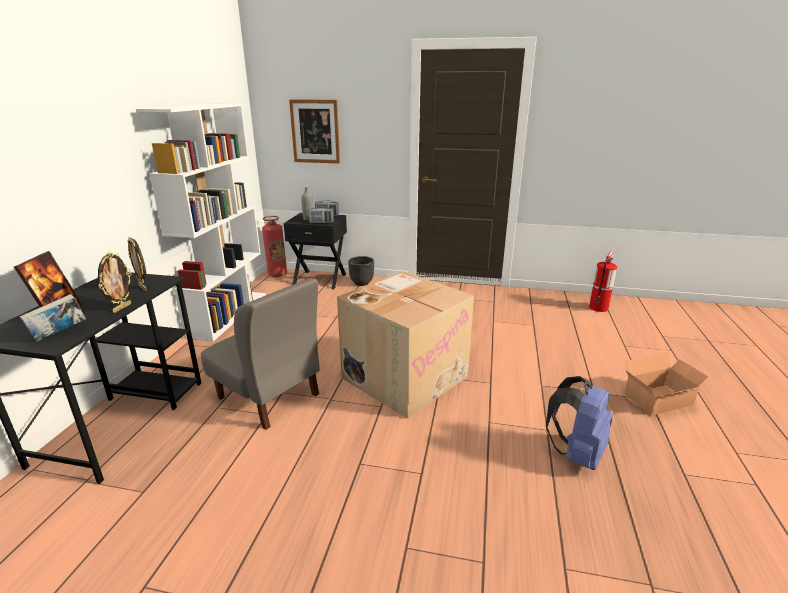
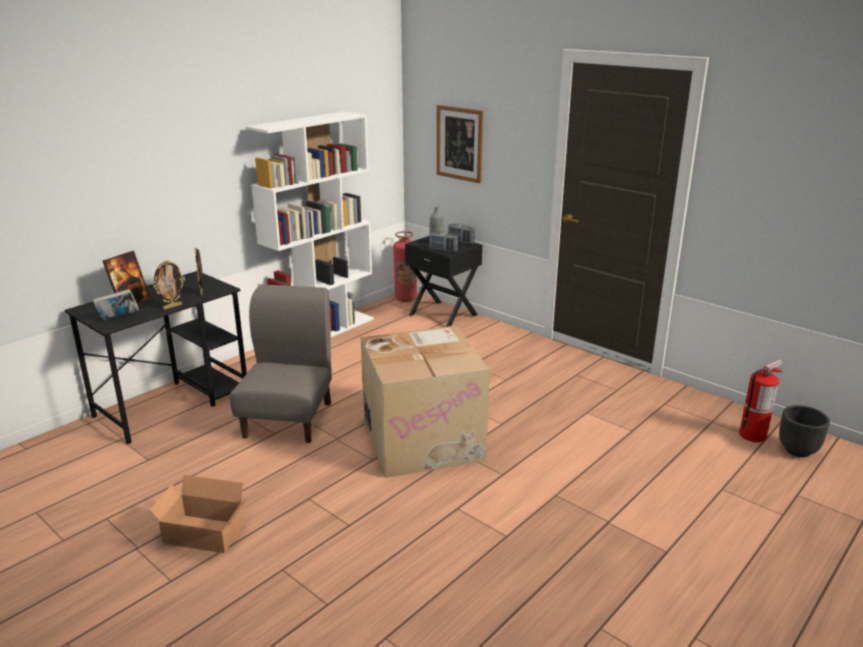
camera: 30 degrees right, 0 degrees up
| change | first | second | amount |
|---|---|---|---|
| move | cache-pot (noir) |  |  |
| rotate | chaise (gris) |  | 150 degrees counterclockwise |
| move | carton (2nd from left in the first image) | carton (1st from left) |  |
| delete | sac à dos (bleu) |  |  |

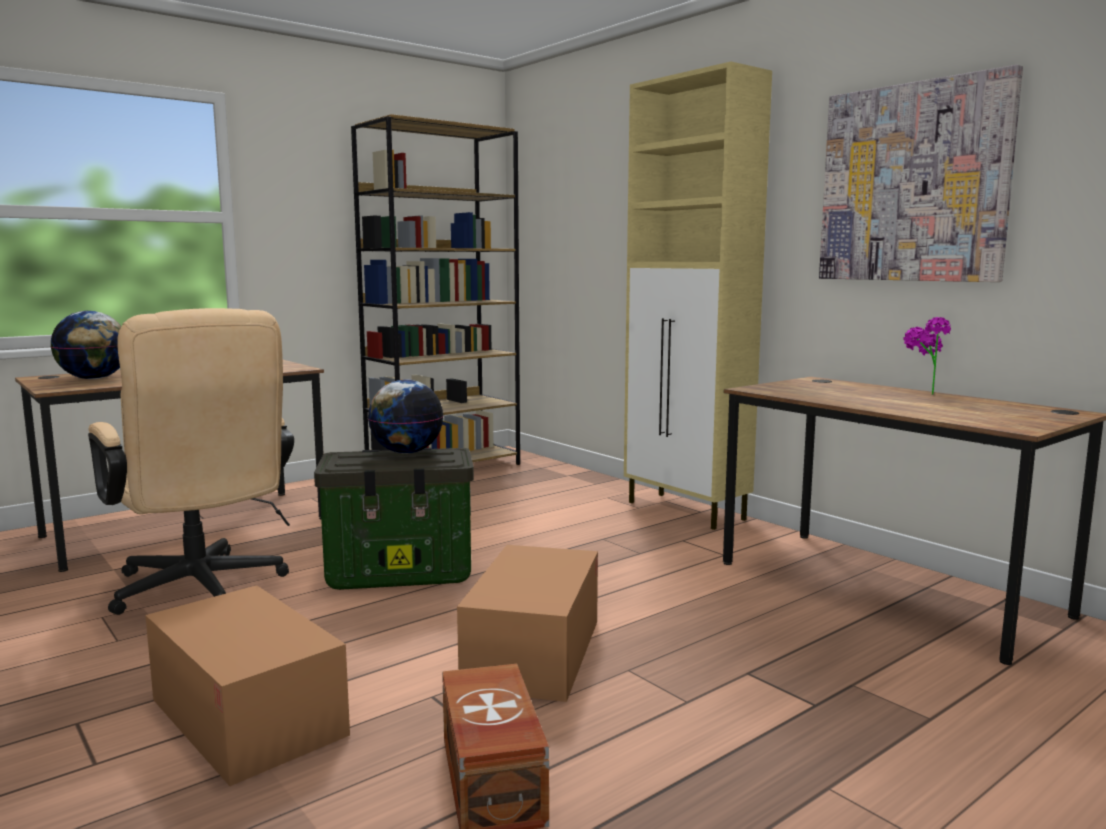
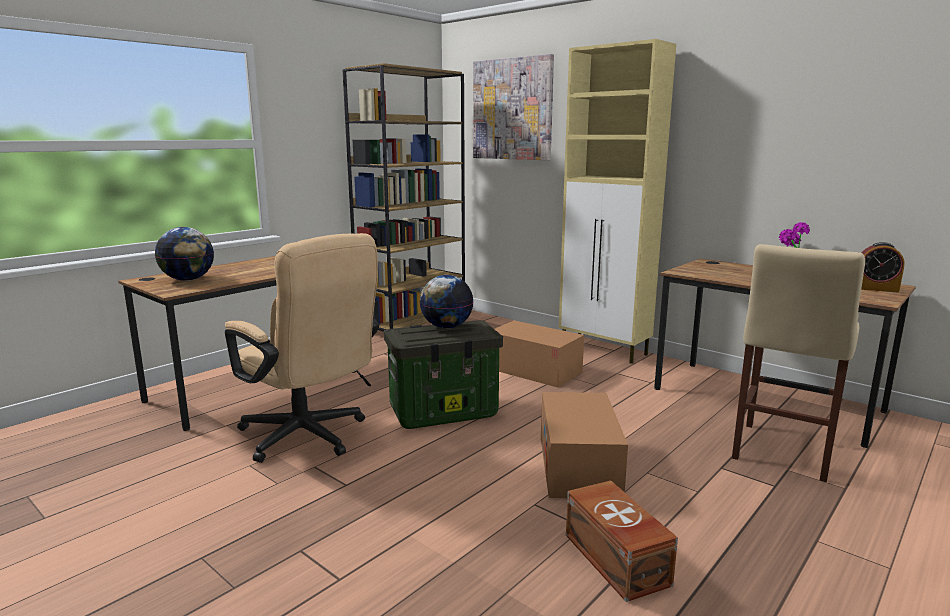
camera: 10 degrees left, 5 degrees up
| change | first | second | amount |
|---|---|---|---|
| move | tableau |  |  |
| move | carton (1st from left) |  |  |
| insert |  | réveil |  |
| insert |  | tabouret (beige) |  |

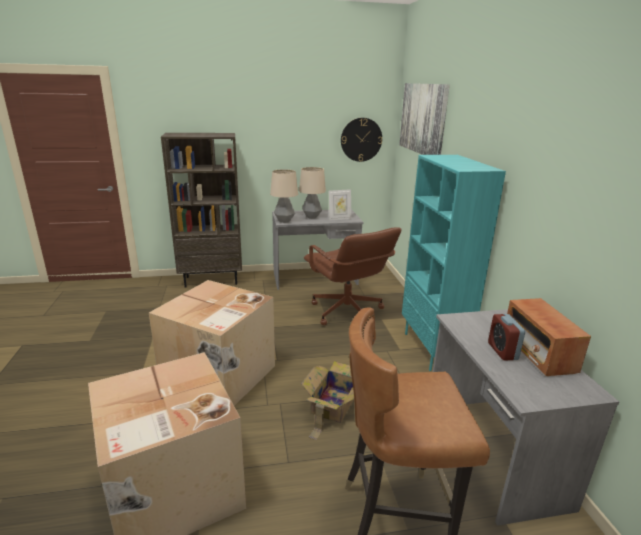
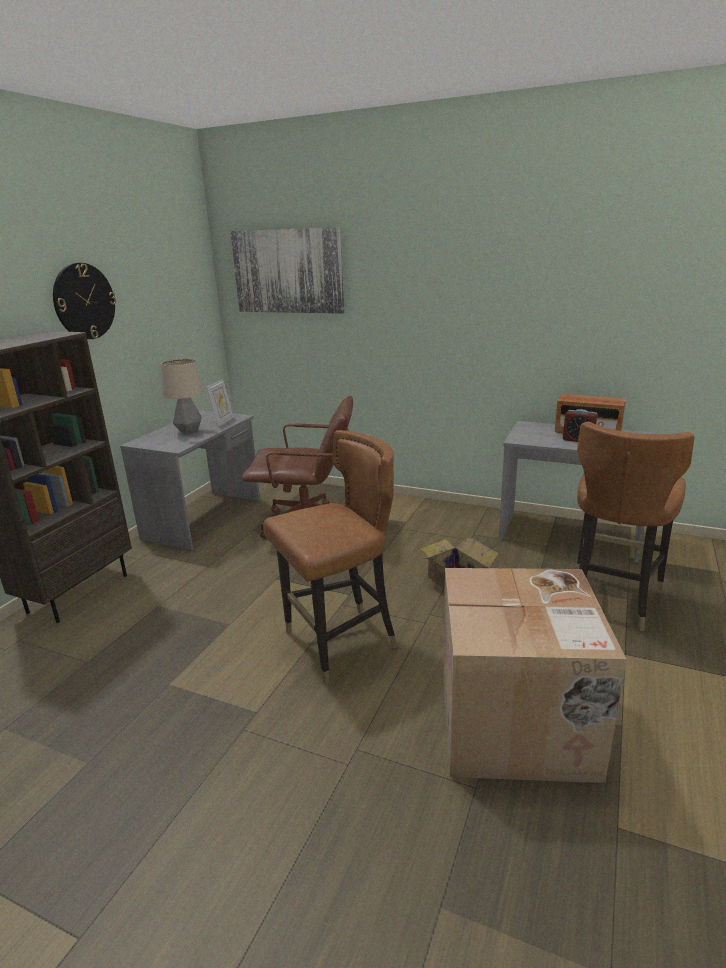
camera: 55 degrees left, 0 degrees up
| change | first | second | amount |
|---|---|---|---|
| move | horloge murale |  |  |
| delete | bibliothèque (turquoise) |  |  |
| delete | lampe de table (1st from left) |  |  |
| replace | carton (2nd from left) | chaise (marron) (1st from left) |  |

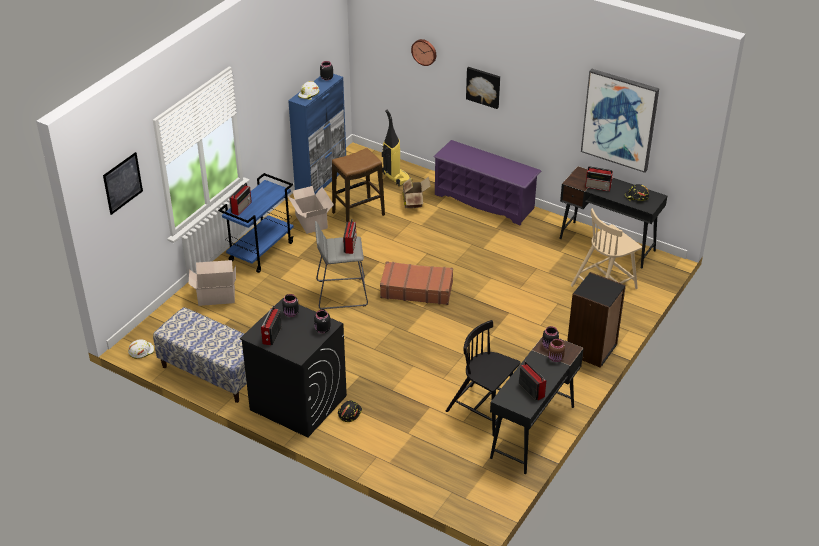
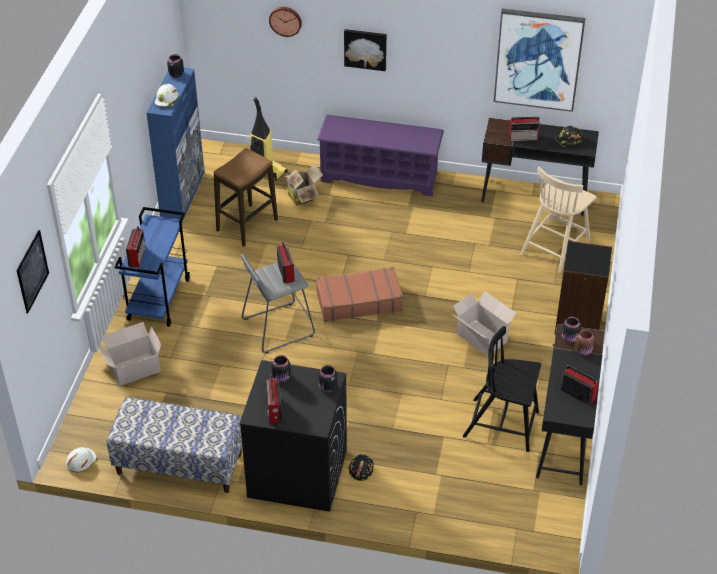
camera: 20 degrees left, 5 degrees up
| change | first | second | amount |
|---|---|---|---|
| move | carton (2nd from left in the first image) | carton (3rd from left) |  |

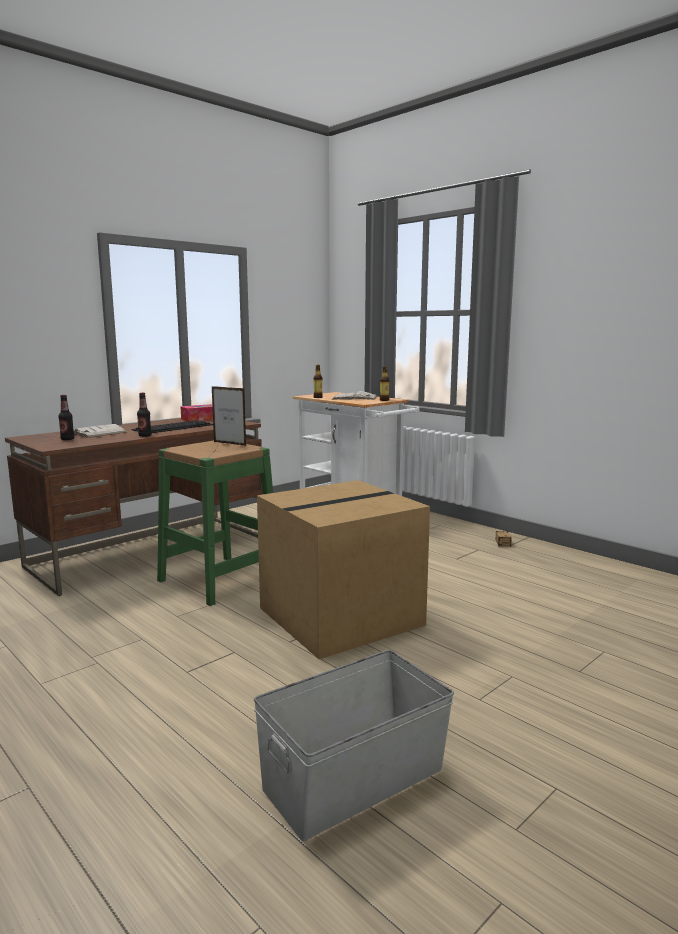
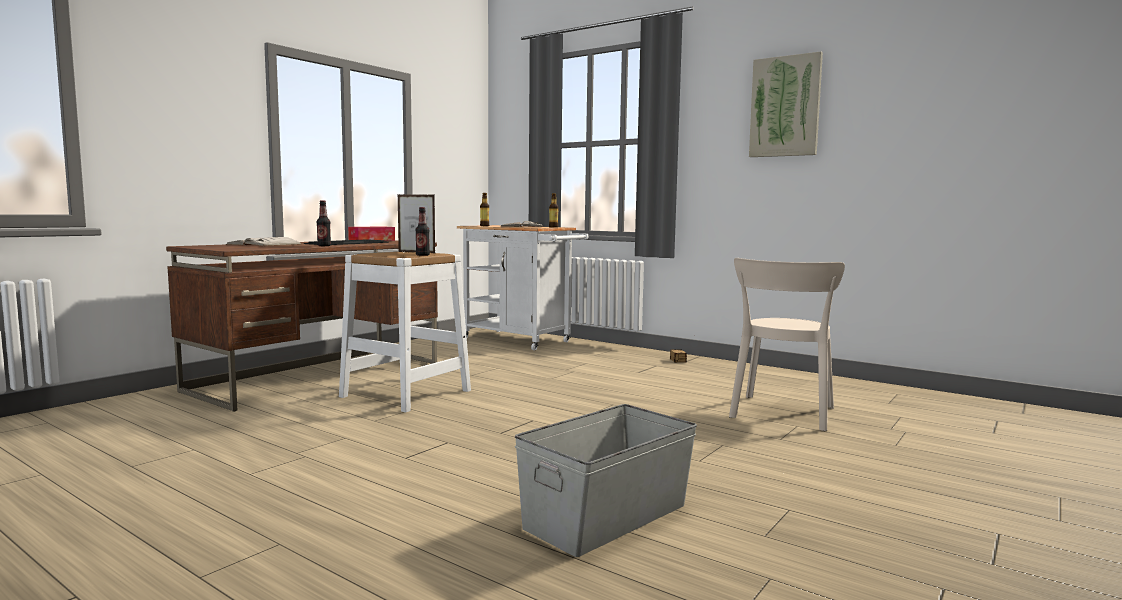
camera: 10 degrees left, 5 degrees down
| change | first | second | amount |
|---|---|---|---|
| move | bouteille (1st from left in the first image) | bouteille (2nd from left) |  |
| recolor | tabouret (vert) | tabouret (blanc) |  |
| delete | carton |  |  |
| insert |  | tableau |  |
| insert |  | chaise (beige) |  |

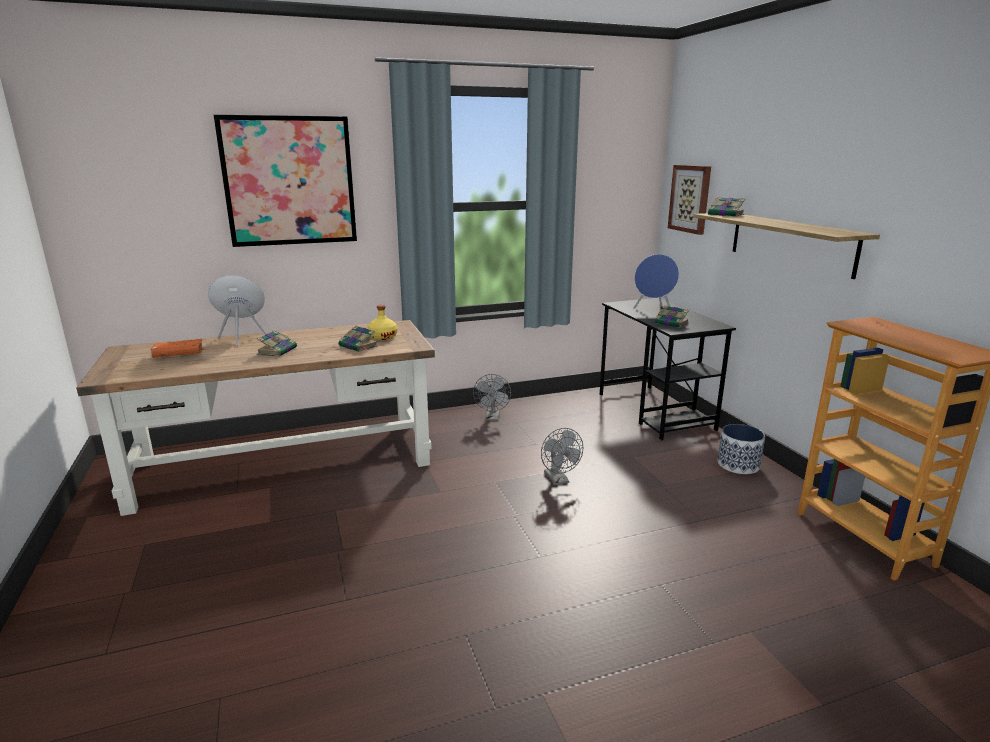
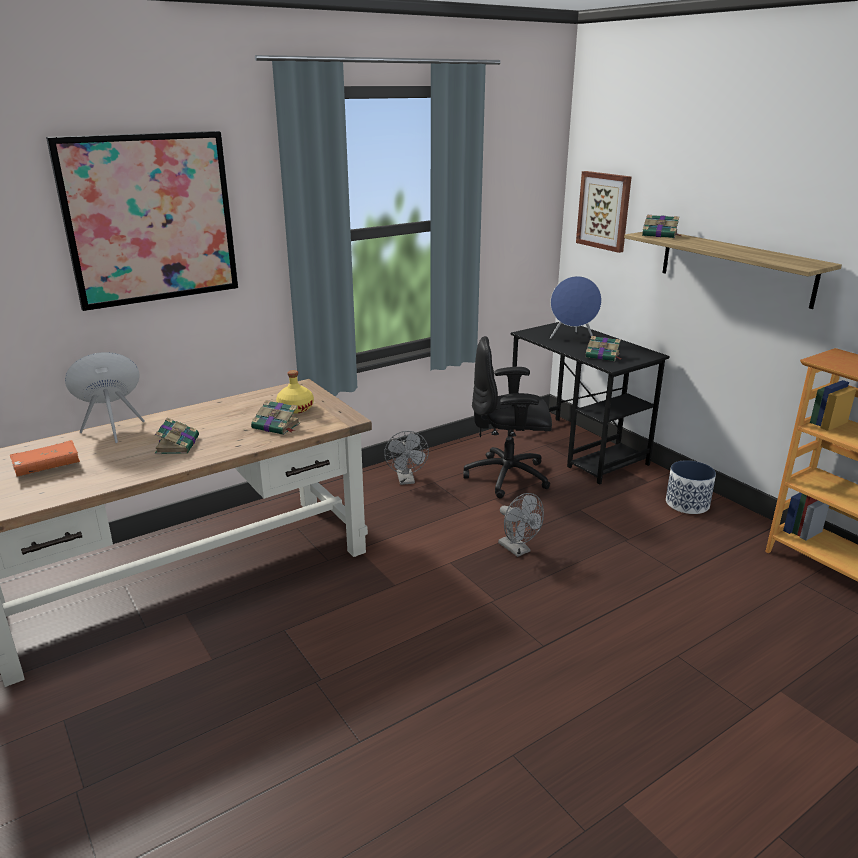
camera: 15 degrees left, 5 degrees up
| change | first | second | amount |
|---|---|---|---|
| insert |  | chaise de bureau (noir) |  |

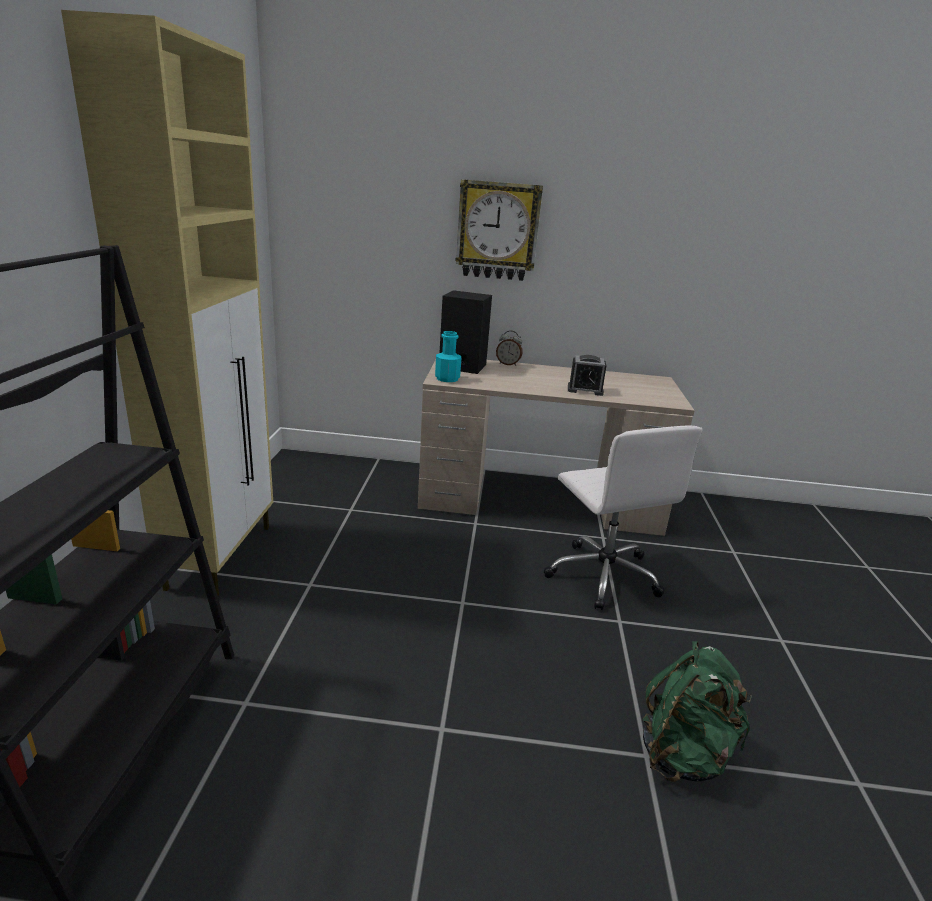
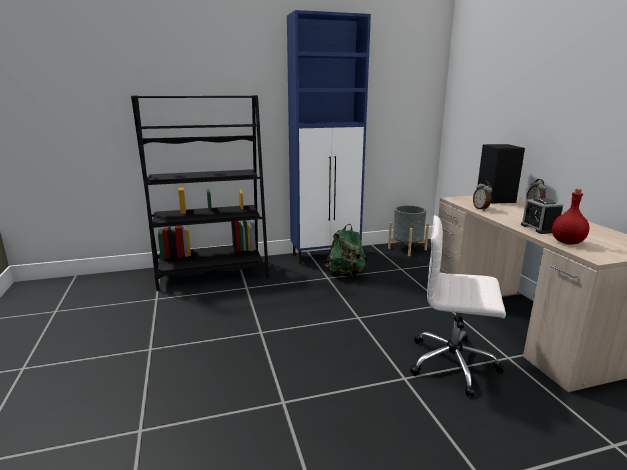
camera: 70 degrees right, 5 degrees down
| change | first | second | amount |
|---|---|---|---|
| recolor | meuble de rangement (beige) | meuble de rangement (bleu) |  |
| delete | horloge murale |  |  |
| delete | bouteille (turquoise) |  |  |
| rotate | chaise de bureau (blanc) |  | 60 degrees clockwise |
| move | sac à dos (vert) |  |  |
| insert |  | réveil (1st from left) |  |
| insert |  | bouteille (rouge) |  |
| insert |  | cache-pot (gris) |  |

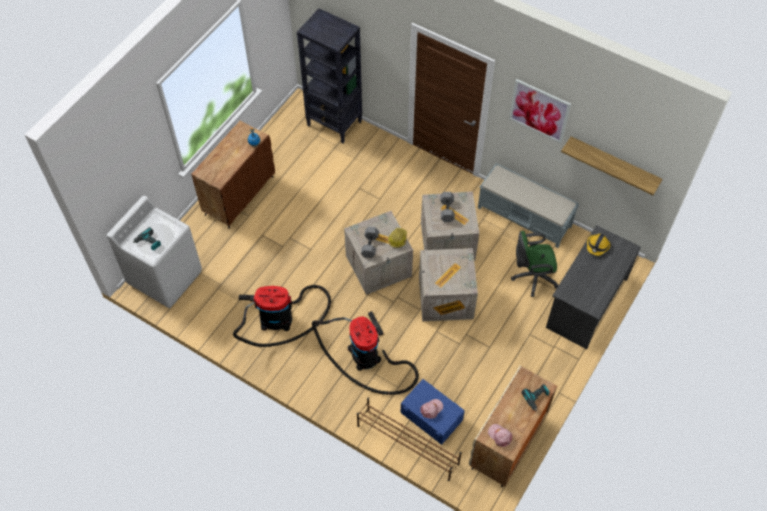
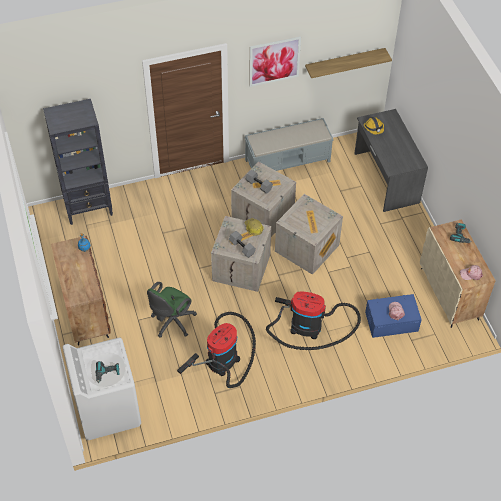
camera: 50 degrees left, 5 degrees down
| change | first | second | amount |
|---|---|---|---|
| move | chaise de bureau (vert) |  |  |
| delete | étagère à chaussures (marron) |  |  |

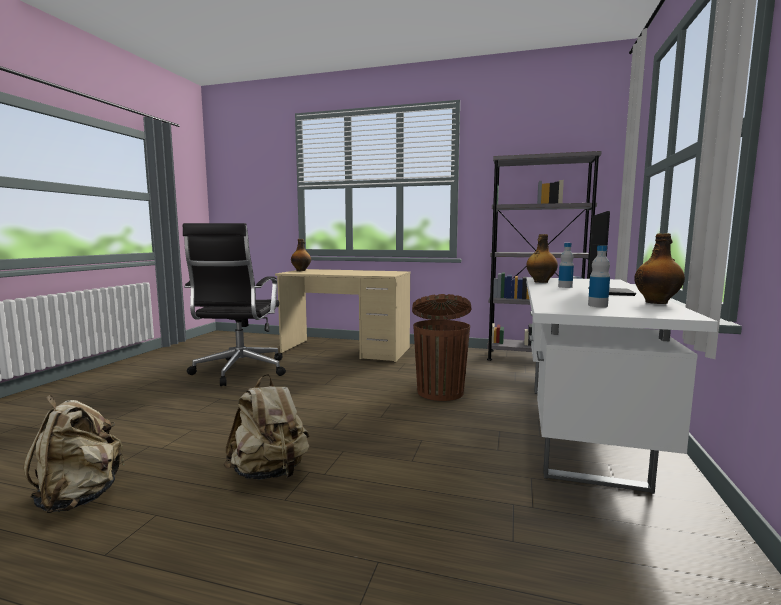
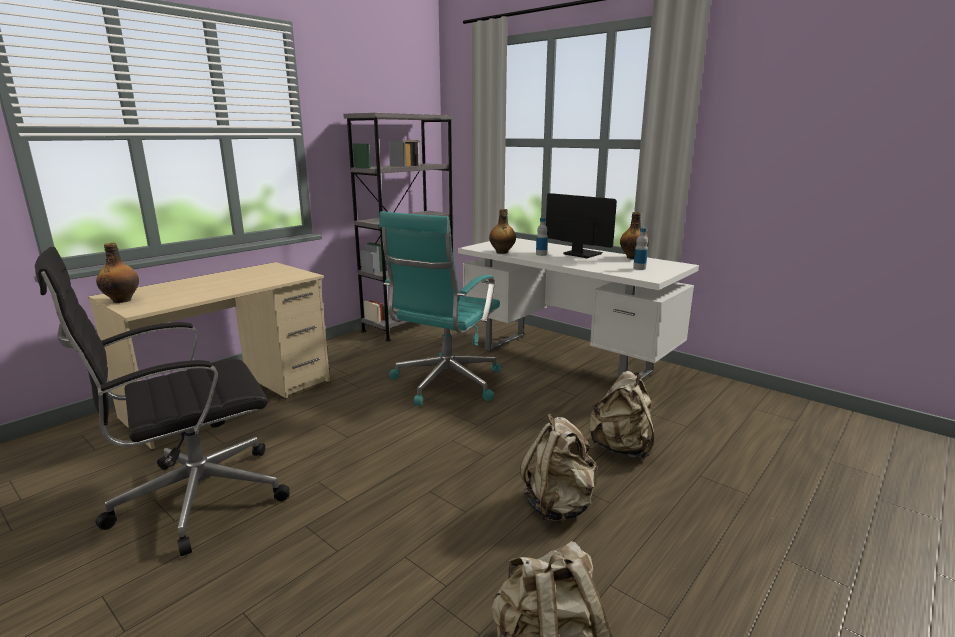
camera: 65 degrees left, 10 degrees up
| change | first | second | amount |
|---|---|---|---|
| rotate | chaise de bureau (noir) |  | 120 degrees clockwise |
| replace | poubelle (marron) | chaise de bureau (turquoise) |  |
| insert |  | sac à dos (beige) (3rd from left) |  |

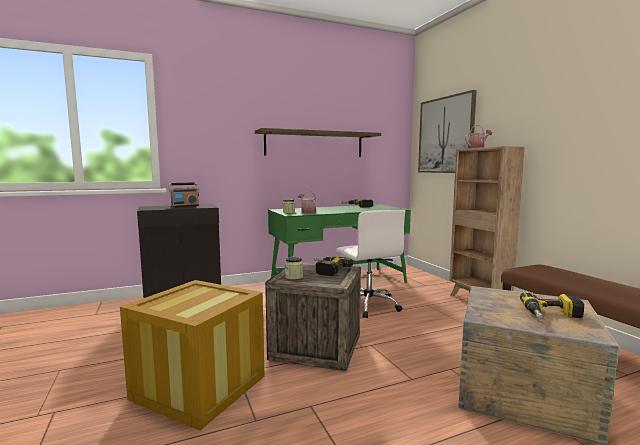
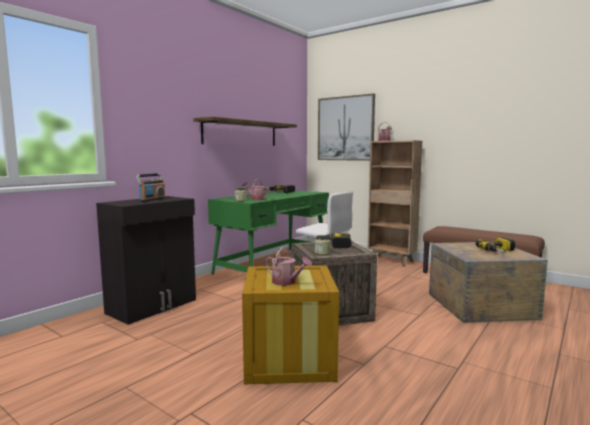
camera: 30 degrees left, 0 degrees up
| change | first | second | amount |
|---|---|---|---|
| insert |  | arrosoir (2nd from left) |  |

